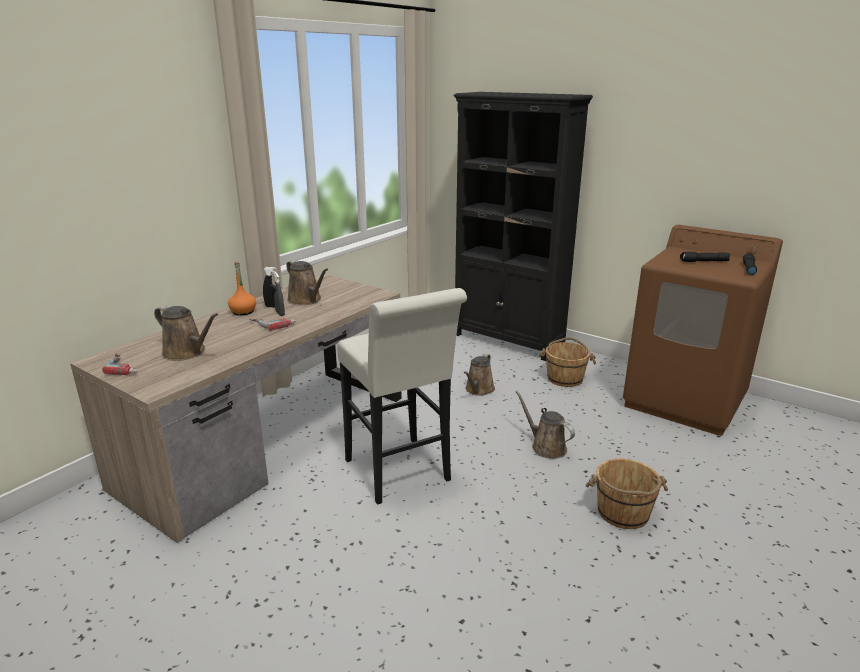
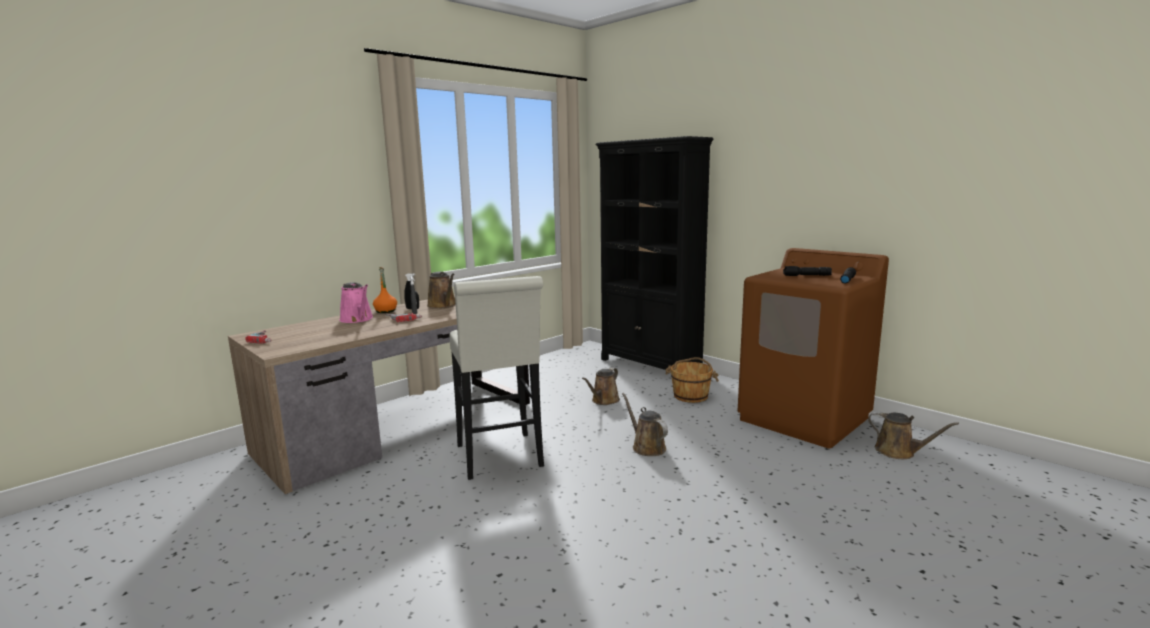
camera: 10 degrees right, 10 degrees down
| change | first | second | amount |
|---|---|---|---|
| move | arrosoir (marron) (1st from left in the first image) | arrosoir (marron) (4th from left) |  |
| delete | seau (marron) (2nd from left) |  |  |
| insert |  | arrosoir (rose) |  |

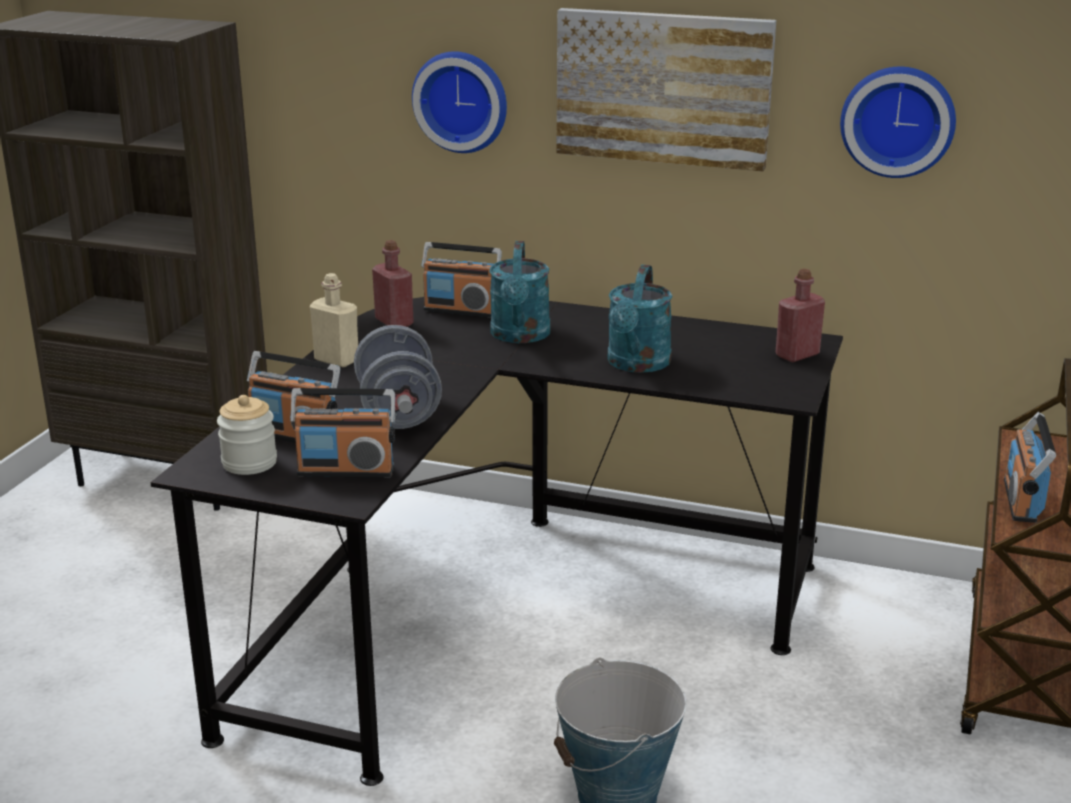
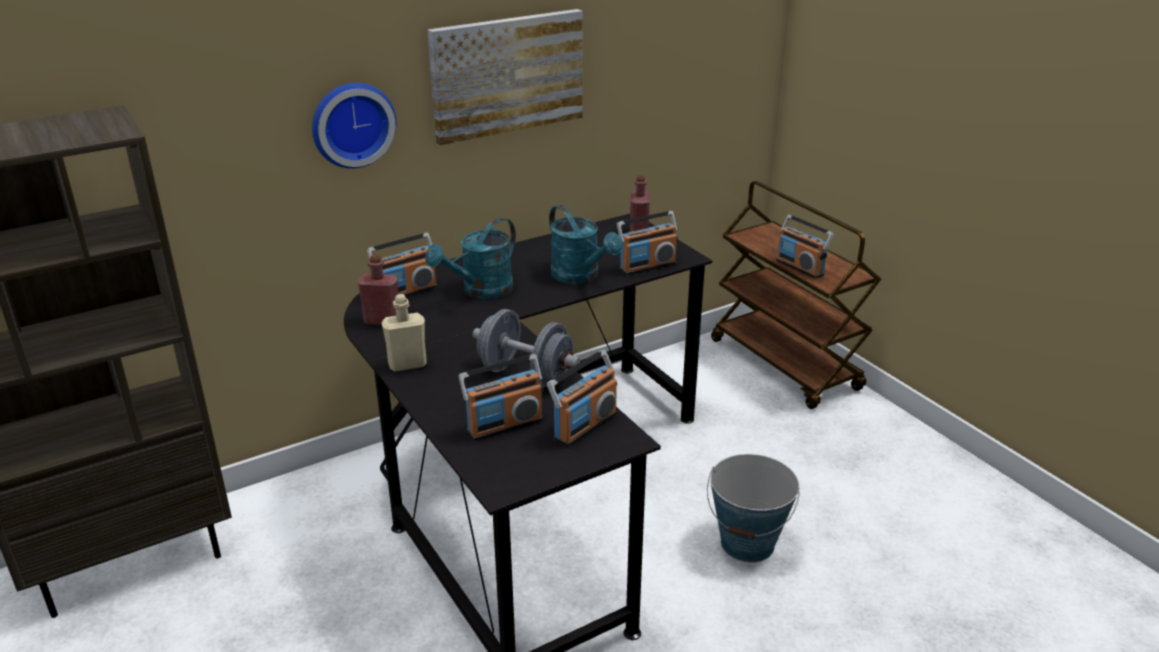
camera: 50 degrees left, 5 degrees up
| change | first | second | amount |
|---|---|---|---|
| delete | horloge murale (2nd from left) |  |  |
| rotate | arrosoir (turquoise) (1st from left) |  | 90 degrees clockwise |
| delete | bocal |  |  |
| insert |  | radio (4th from left) |  |

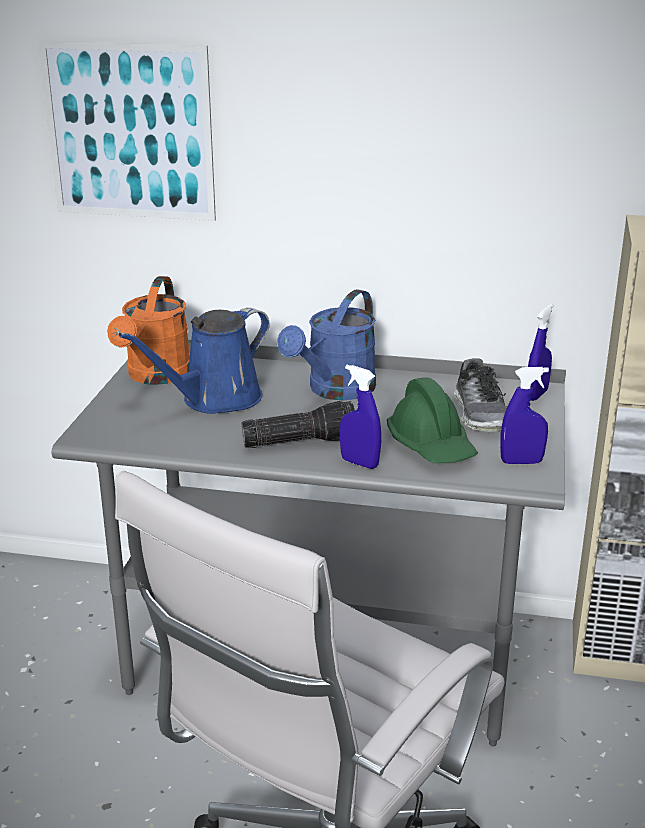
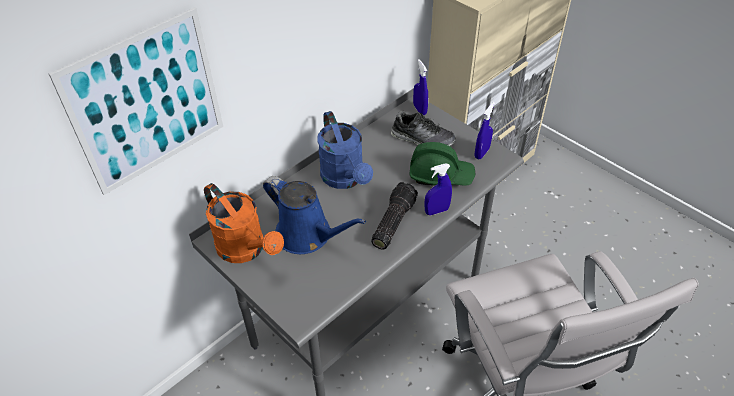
camera: 55 degrees left, 20 degrees up
| change | first | second | amount |
|---|---|---|---|
| rotate | arrosoir (bleu) (1st from left) |  | 45 degrees counterclockwise |

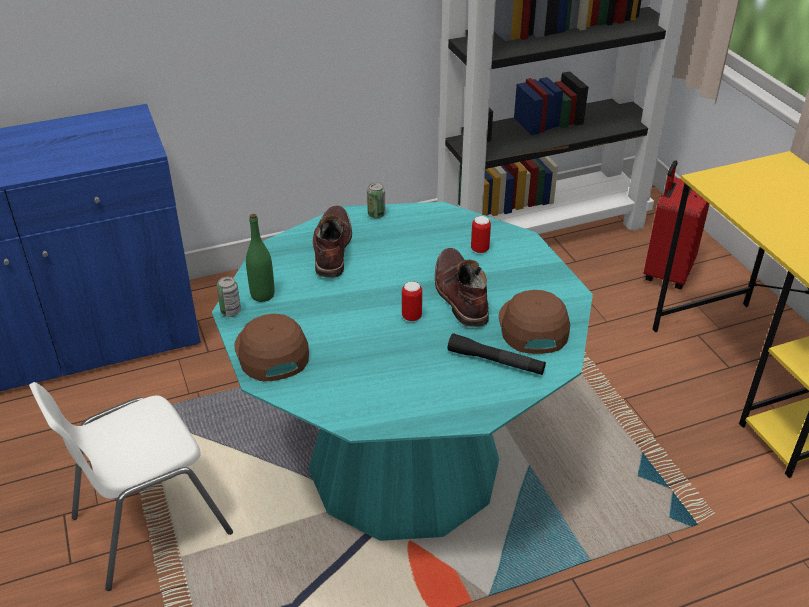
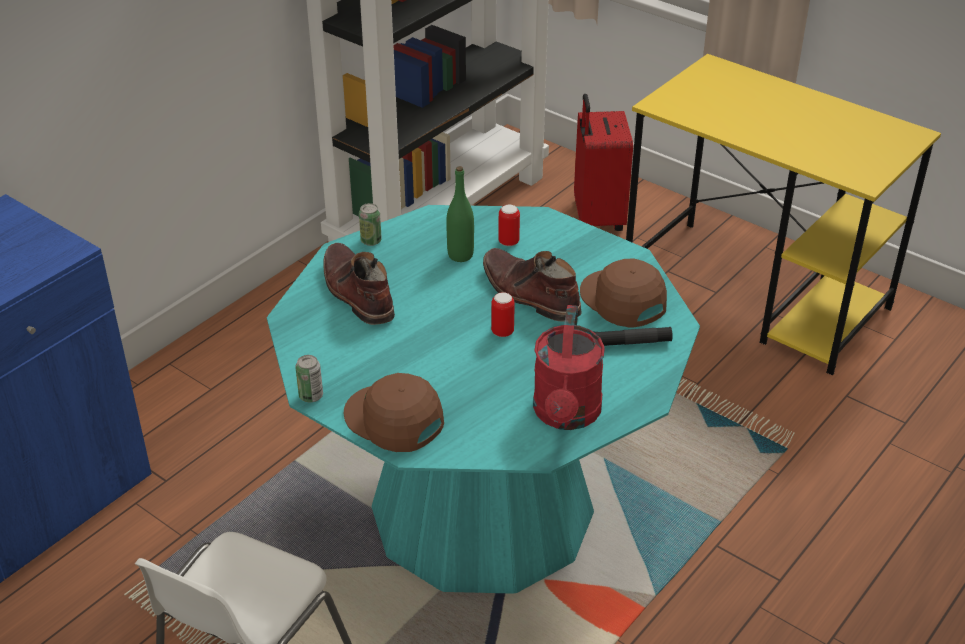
camera: 30 degrees left, 0 degrees up
| change | first | second | amount |
|---|---|---|---|
| move | bouteille (vert) |  |  |
| insert |  | arrosoir (rouge) |  |

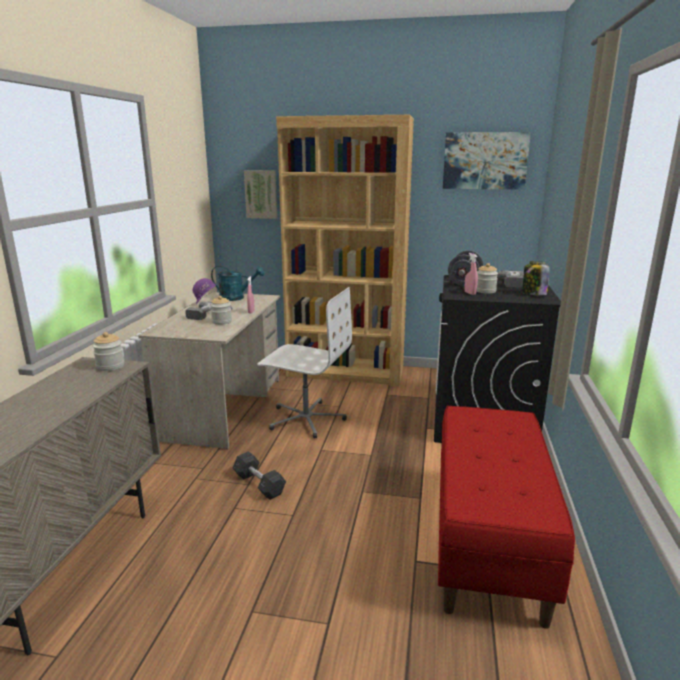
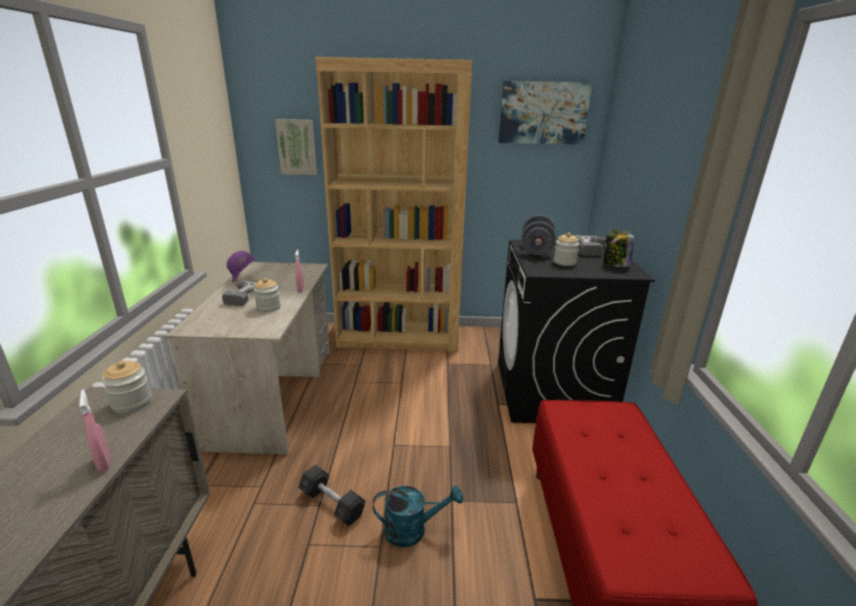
camera: 10 degrees left, 5 degrees up
| change | first | second | amount |
|---|---|---|---|
| move | vaporisateur (rose) (2nd from left in the first image) | vaporisateur (rose) (1st from left) |  |
| move | arrosoir (turquoise) |  |  |
| delete | chaise de bureau (blanc) |  |  |

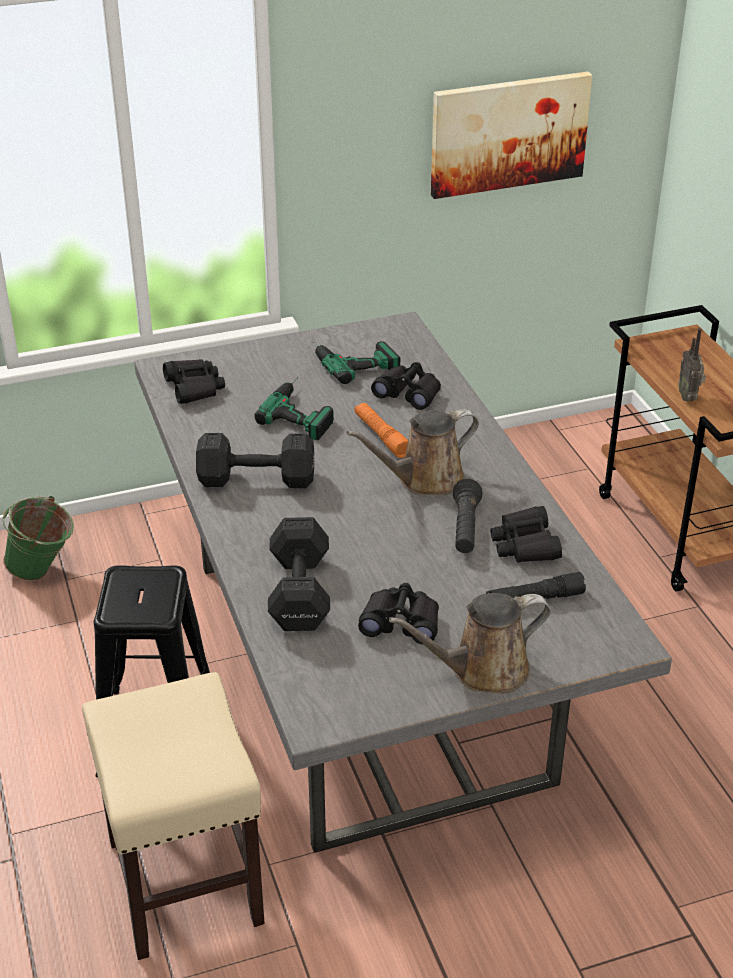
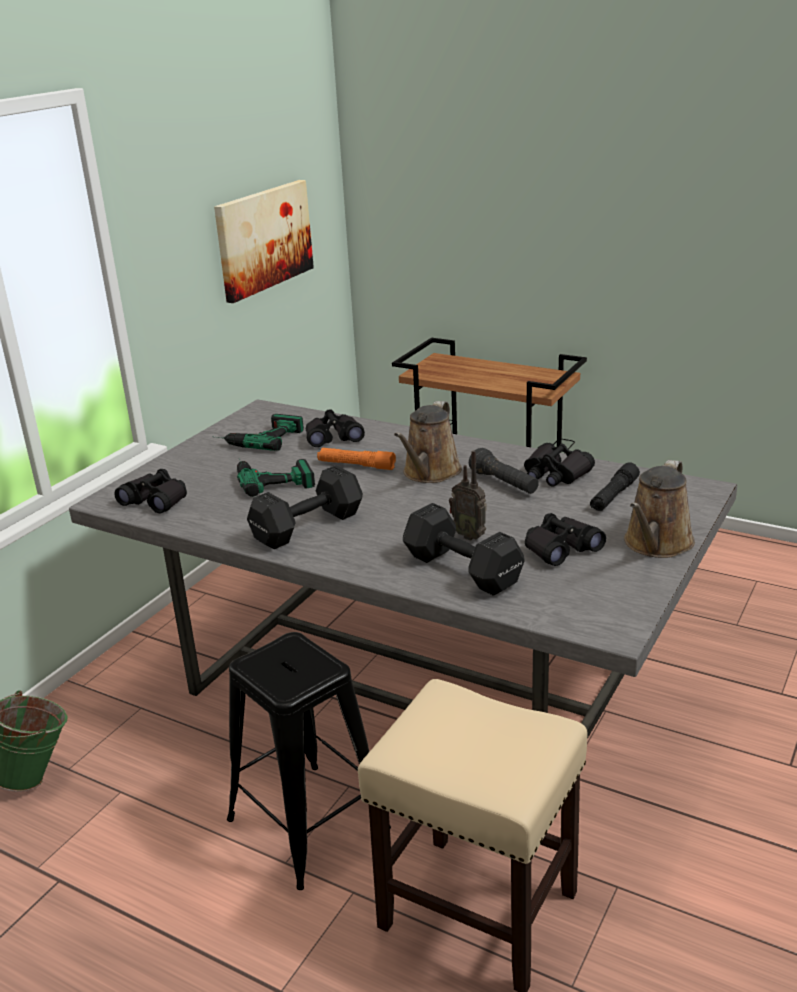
camera: 40 degrees left, 10 degrees down
| change | first | second | amount |
|---|---|---|---|
| move | radio |  |  |

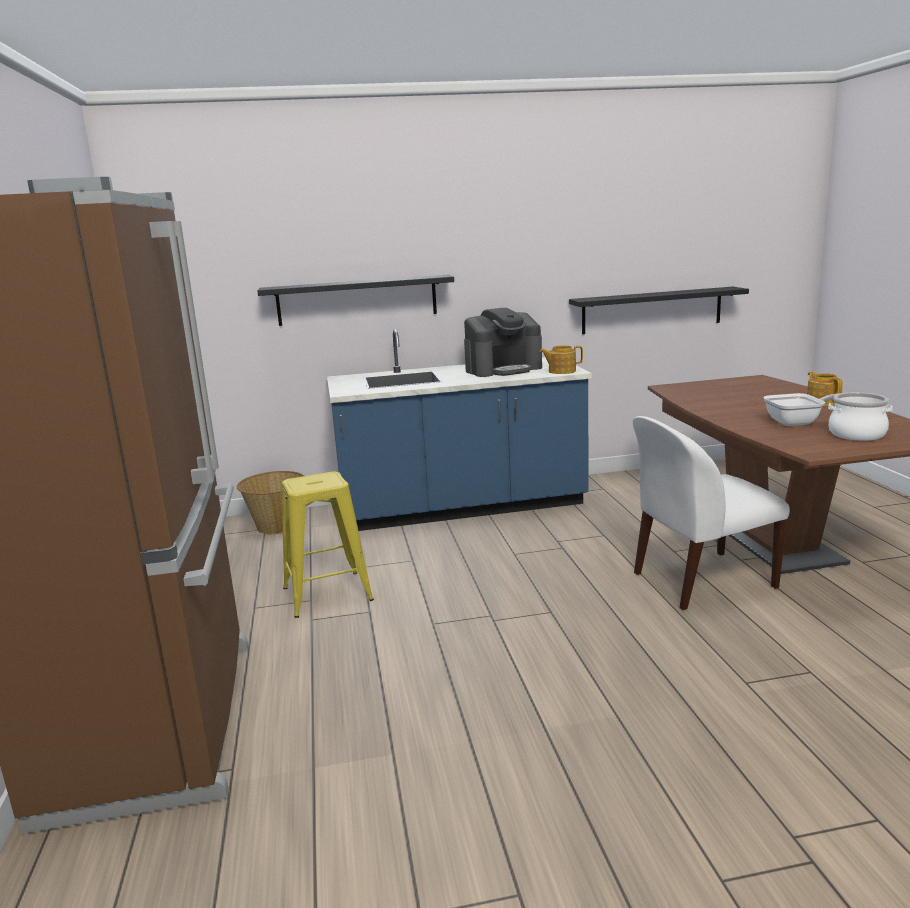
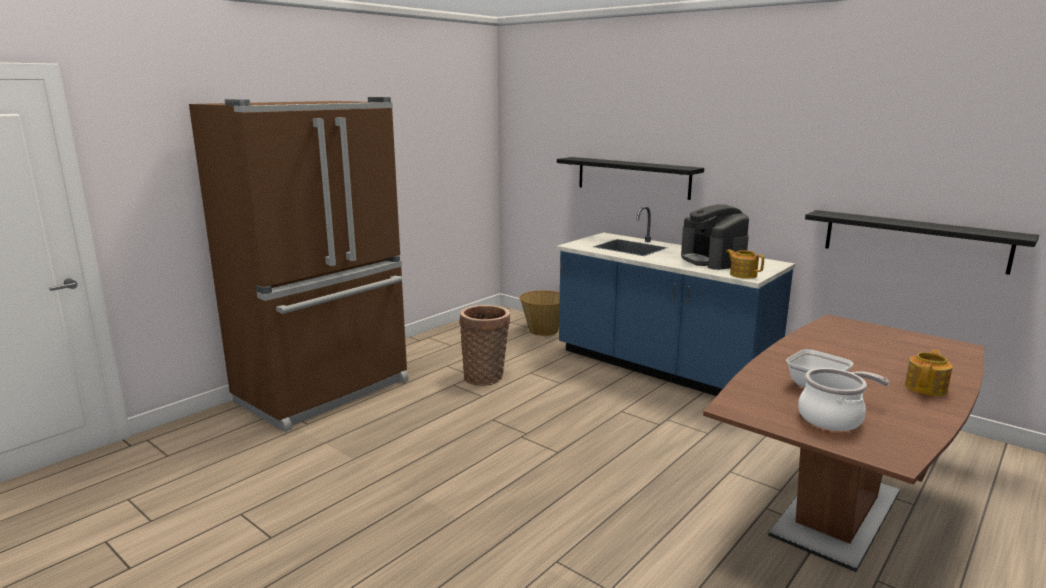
camera: 50 degrees right, 0 degrees up
| change | first | second | amount |
|---|---|---|---|
| rotate | machine à café |  | 45 degrees clockwise |
| delete | chaise (blanc) |  |  |
| replace | tabouret (jaune) | panier (1st from left) |  |

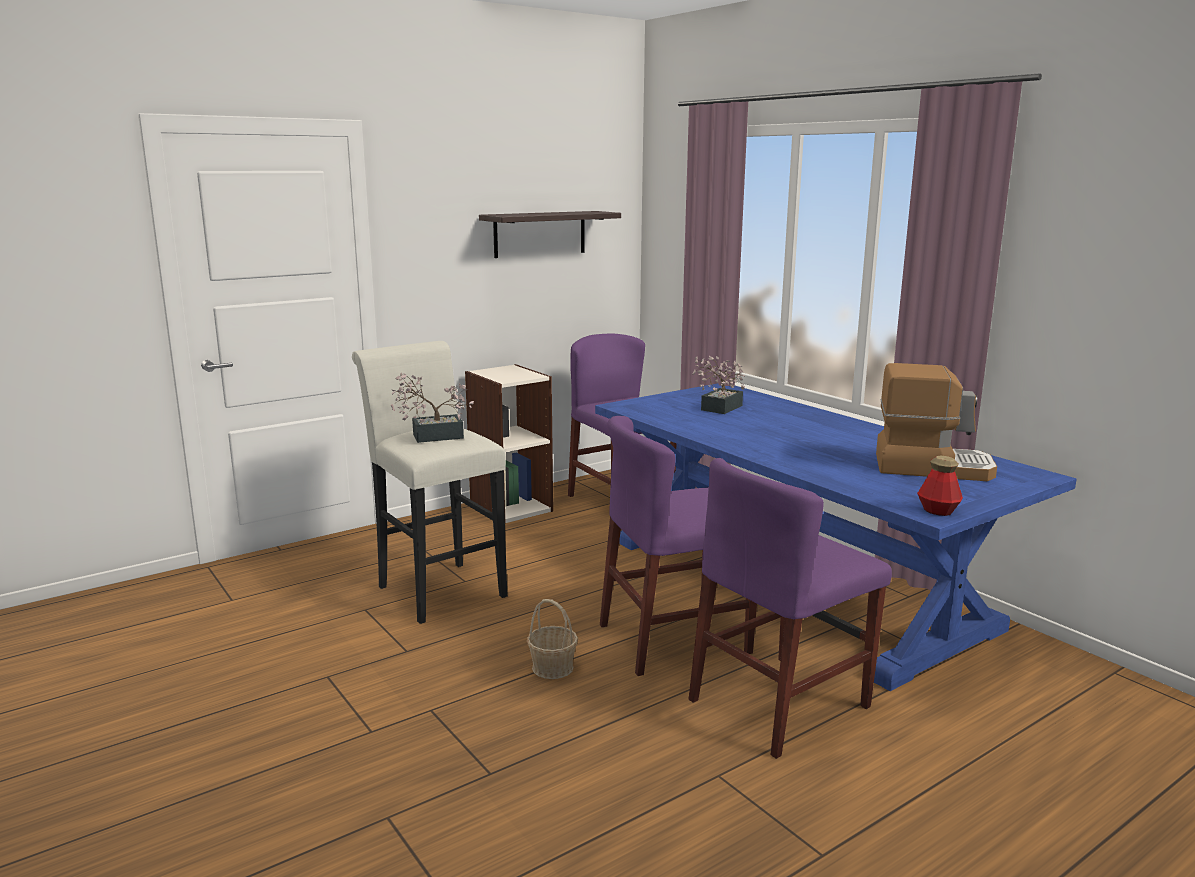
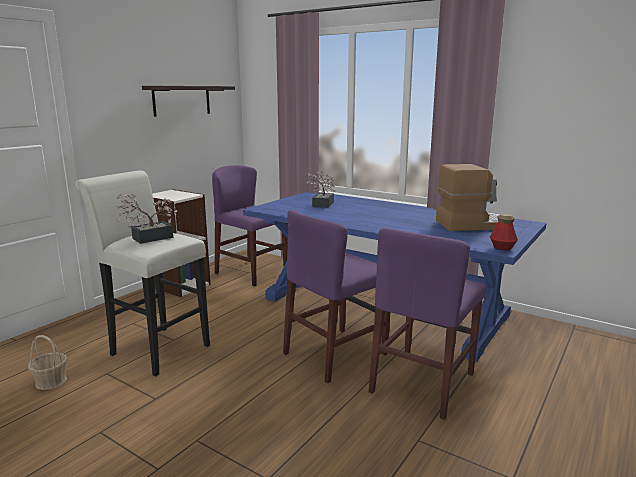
camera: 20 degrees left, 0 degrees up
| change | first | second | amount |
|---|---|---|---|
| move | panier |  |  |

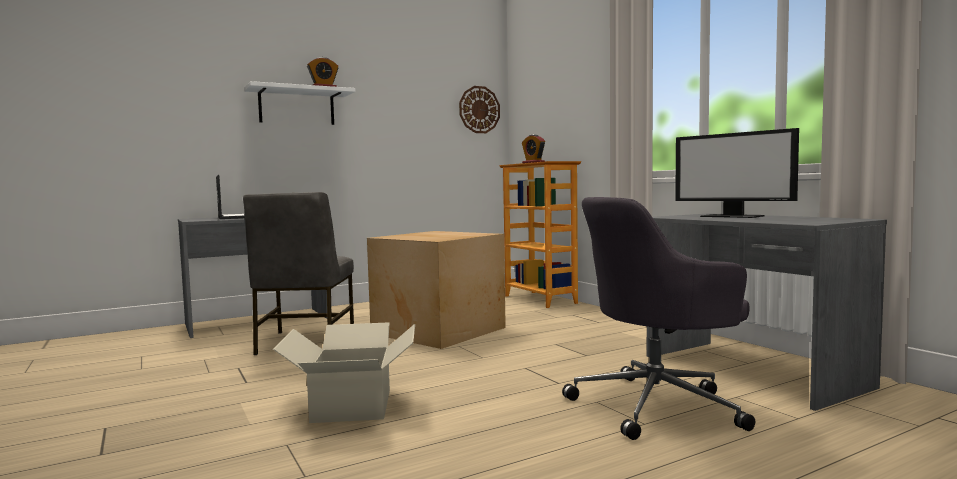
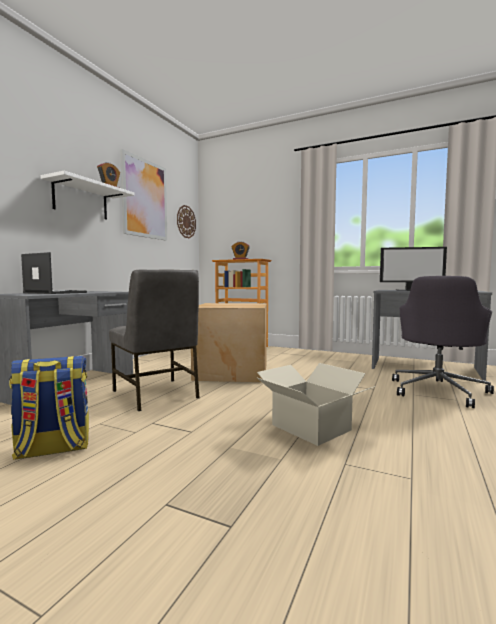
camera: 35 degrees left, 0 degrees up
| change | first | second | amount |
|---|---|---|---|
| insert |  | tableau |  |
| insert |  | sac à dos |  |

